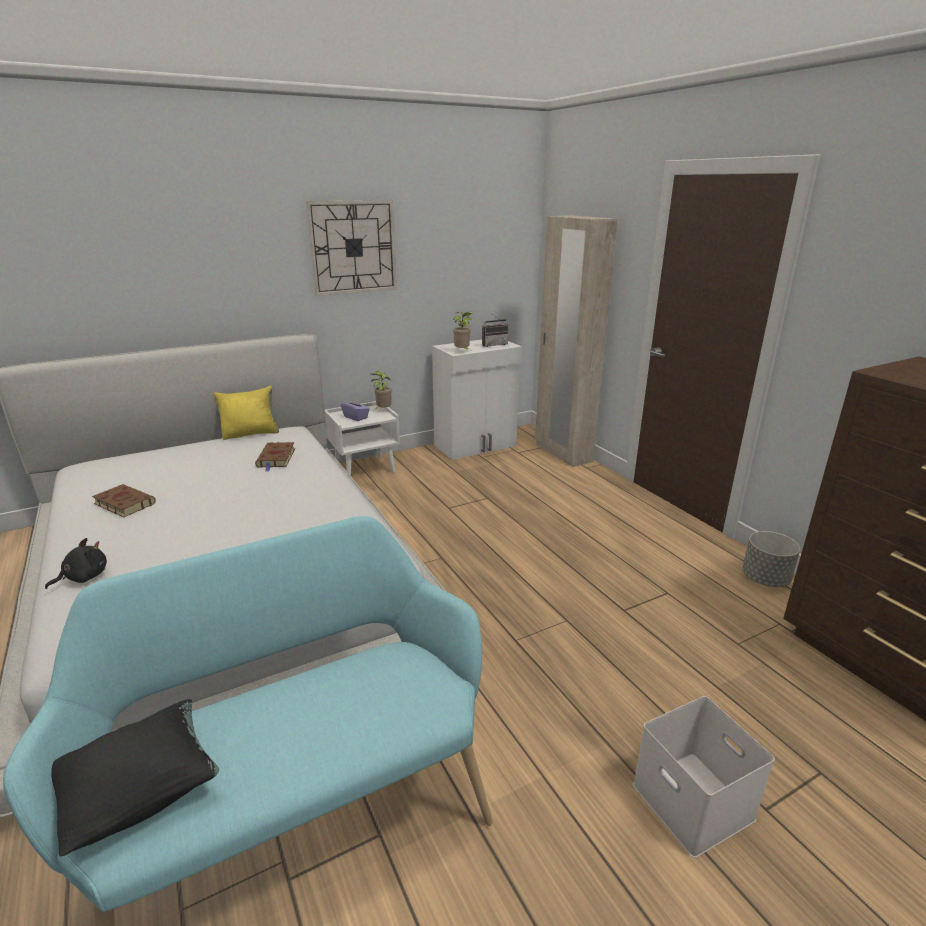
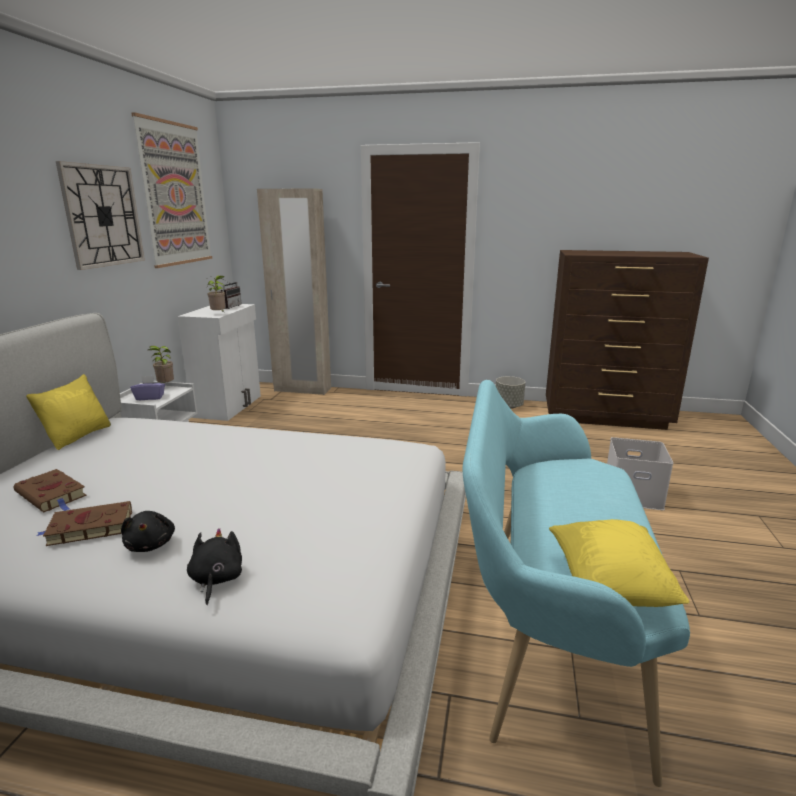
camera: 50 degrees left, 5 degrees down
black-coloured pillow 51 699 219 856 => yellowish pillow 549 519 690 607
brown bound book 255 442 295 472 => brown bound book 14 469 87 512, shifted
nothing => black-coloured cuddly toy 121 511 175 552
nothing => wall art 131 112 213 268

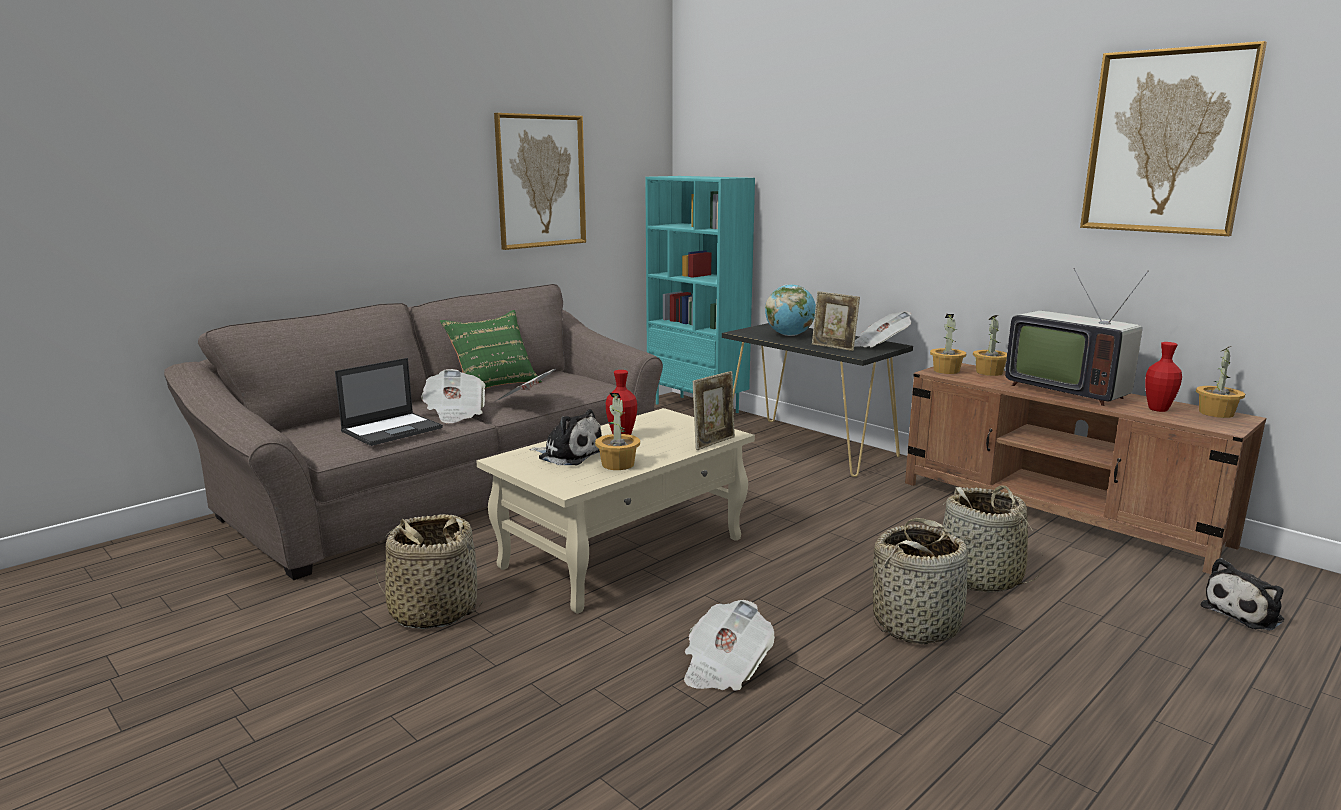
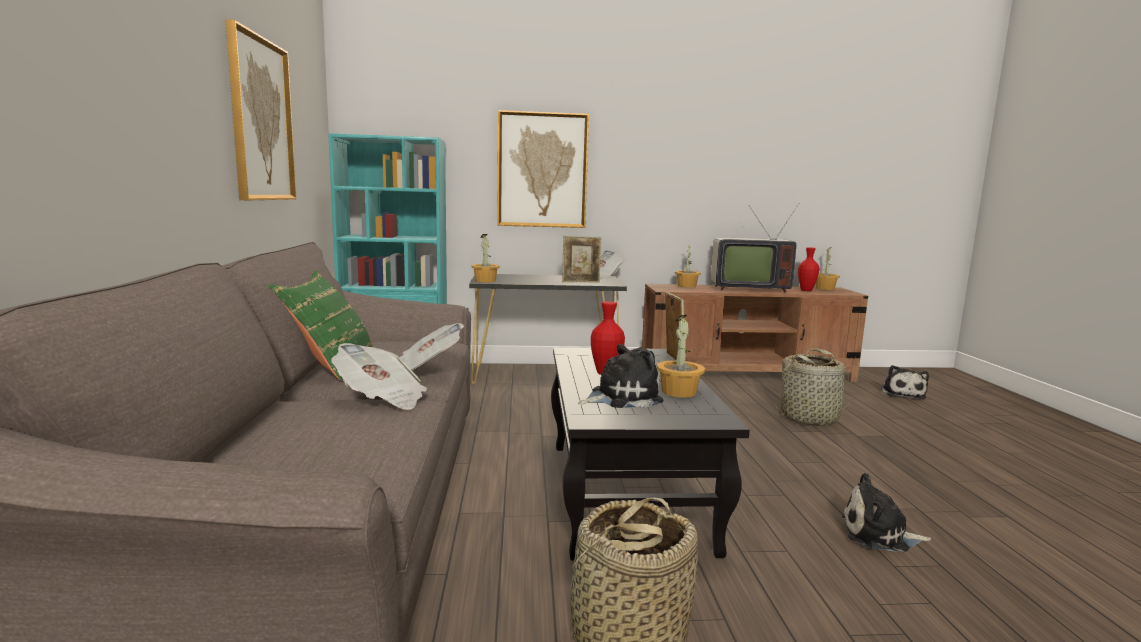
camera: 50 degrees left, 5 degrees down
notebook computer 335 358 443 446 => nothing
beige lounge table 476 408 755 614 => black-coloured lounge table 551 348 750 561
newspaper 684 600 775 691 => cuddly toy 842 473 931 552
globe 765 284 816 336 => nothing
storage basket 873 518 972 644 => nothing
houseplant 930 314 966 374 => houseplant 471 234 500 282, shifted
wall art 1080 41 1267 236 => wall art 497 110 589 228, shifted

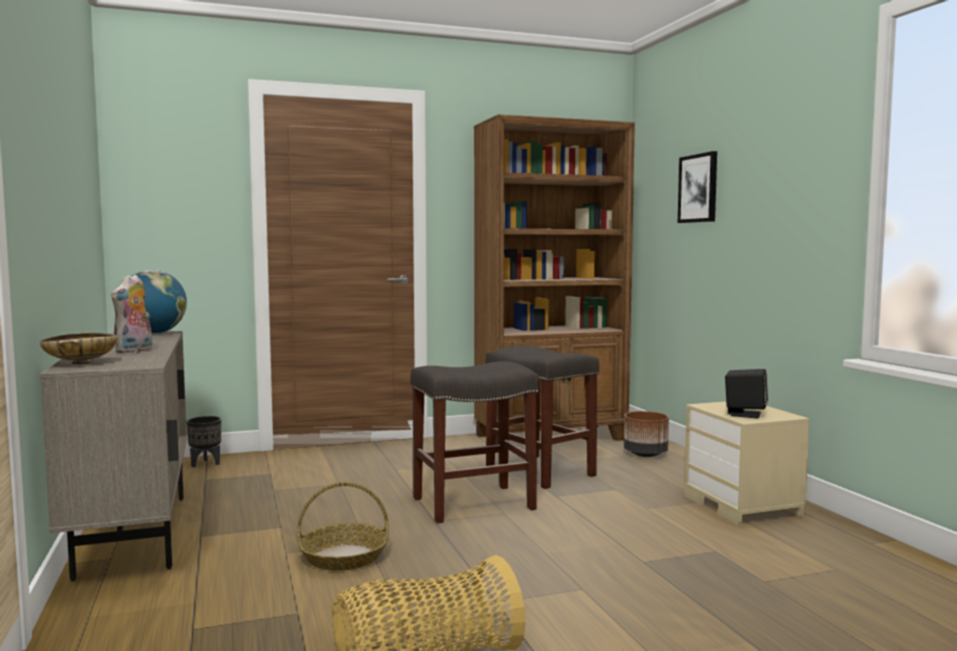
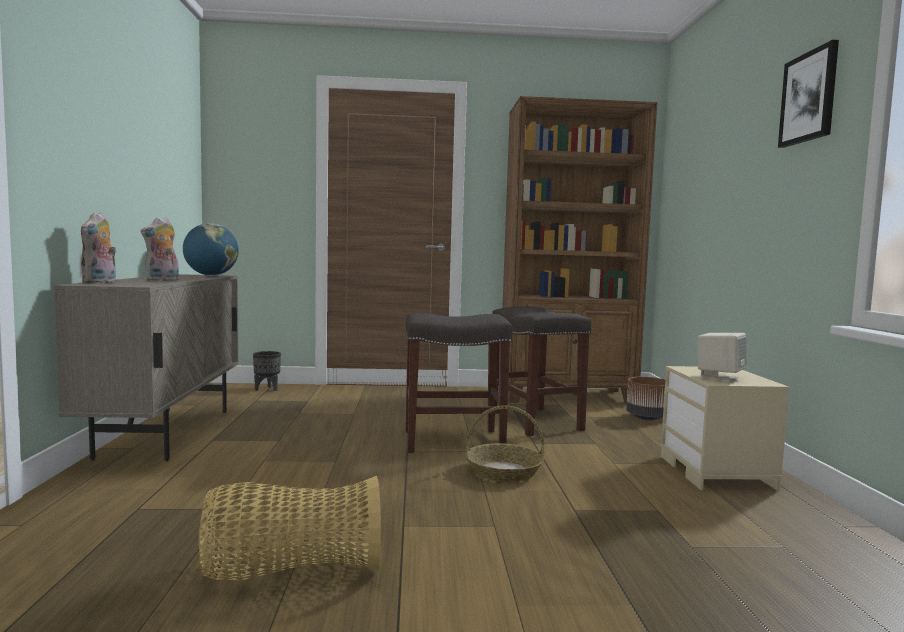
camera: 15 degrees right, 0 degrees up
beige serving bowl 40 332 117 365 => cuddly toy 81 212 116 284
storage basket 297 482 389 571 => storage basket 465 405 545 482, shifted
wall art 678 151 717 223 => wall art 778 40 839 148, shifted
black-coloured speaker 725 369 768 419 => beige speaker 697 333 747 382

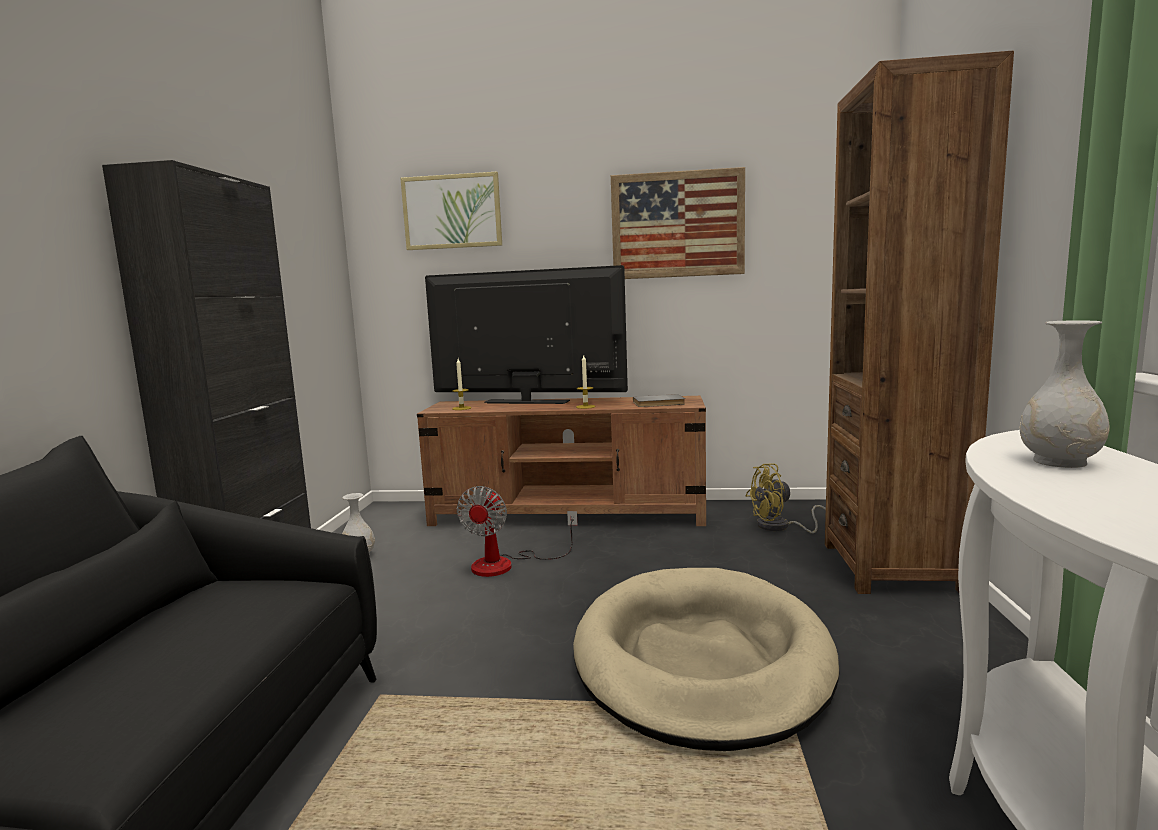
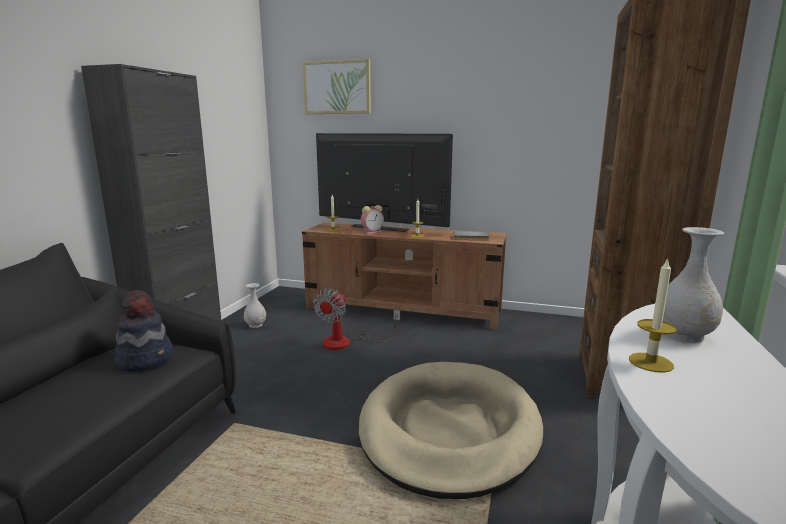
camera: 10 degrees right, 5 degrees up
wall art 611 167 745 279 => nothing
yellowish electric fan 746 463 826 533 => nothing
nothing => hat 115 290 173 372
nothing => table clock 361 205 384 234
nothing => wax candle 629 257 677 373

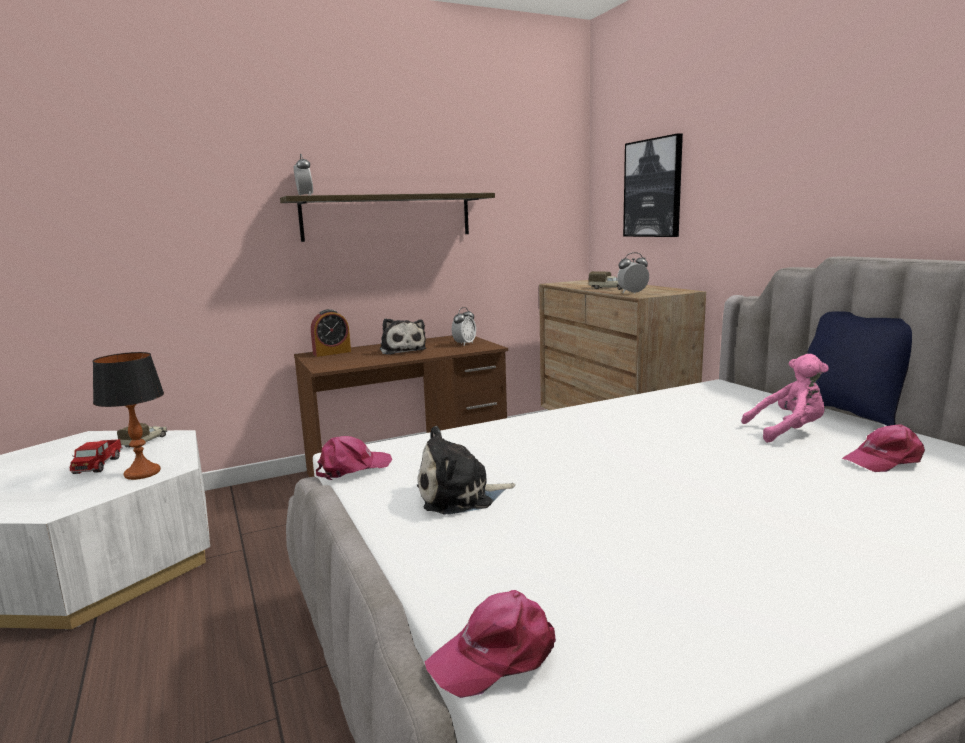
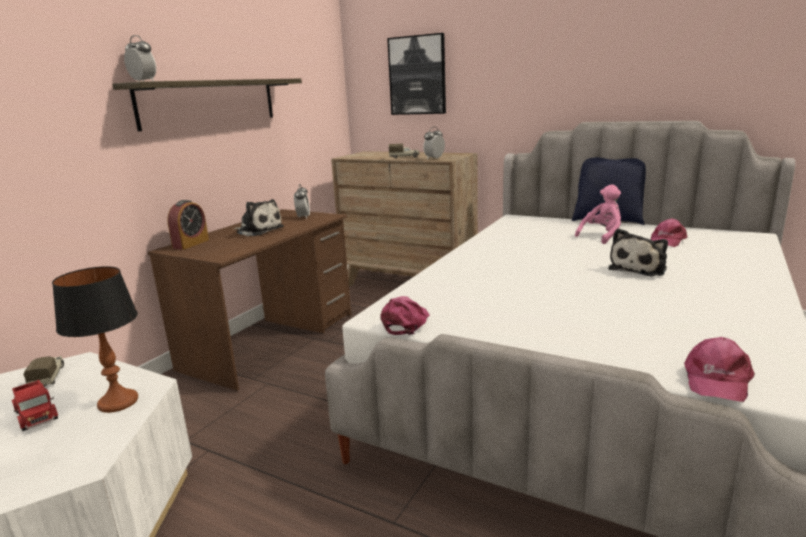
camera: 35 degrees left, 5 degrees up
cuddly toy 417 426 515 514 => cuddly toy 608 228 668 276, shifted

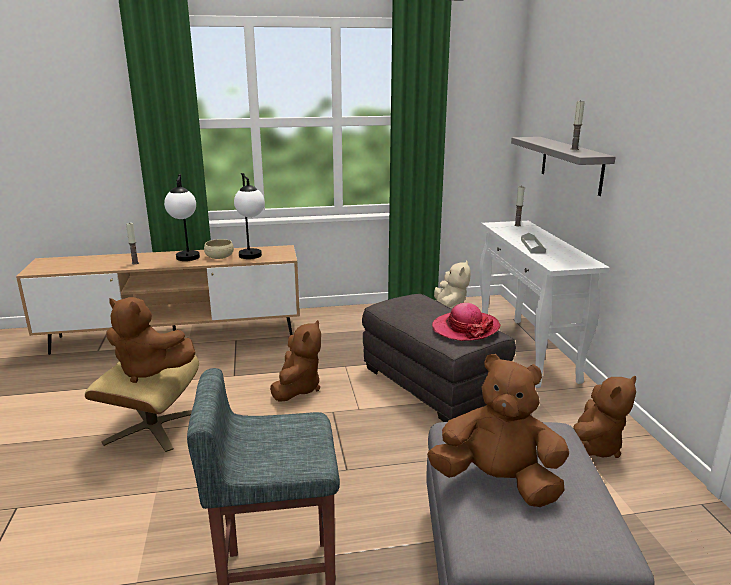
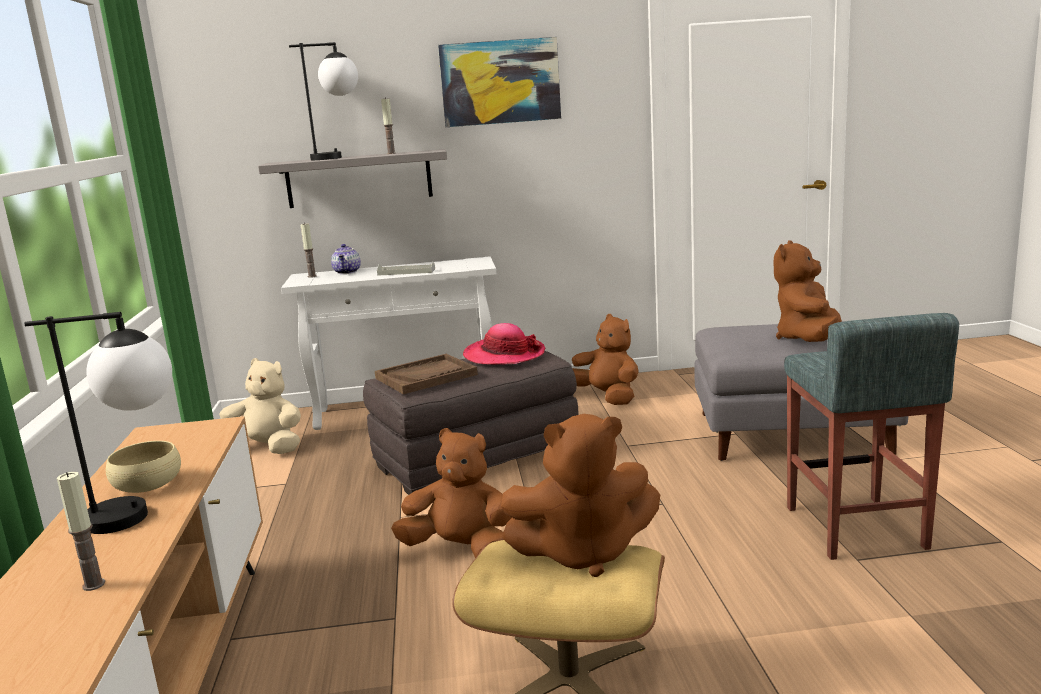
camera: 85 degrees left, 5 degrees down
brown cuddly toy 106 297 196 383 => brown cuddly toy 501 414 660 577, 60 degrees clockwise
table lamp 234 173 265 259 => table lamp 289 42 358 160, shifted
nothing => pot for tea 331 244 361 274
nothing => brown tray 375 354 478 394
nothing => wall art 438 37 561 127

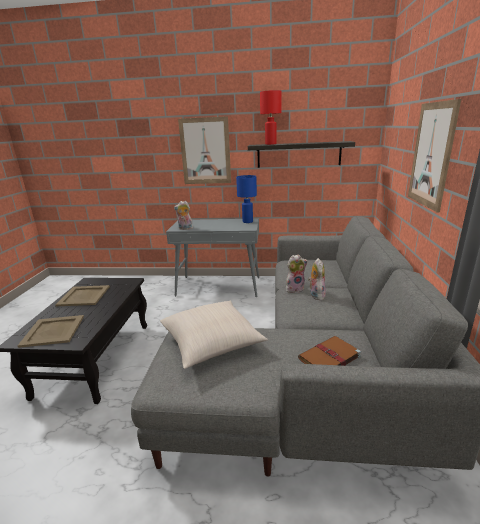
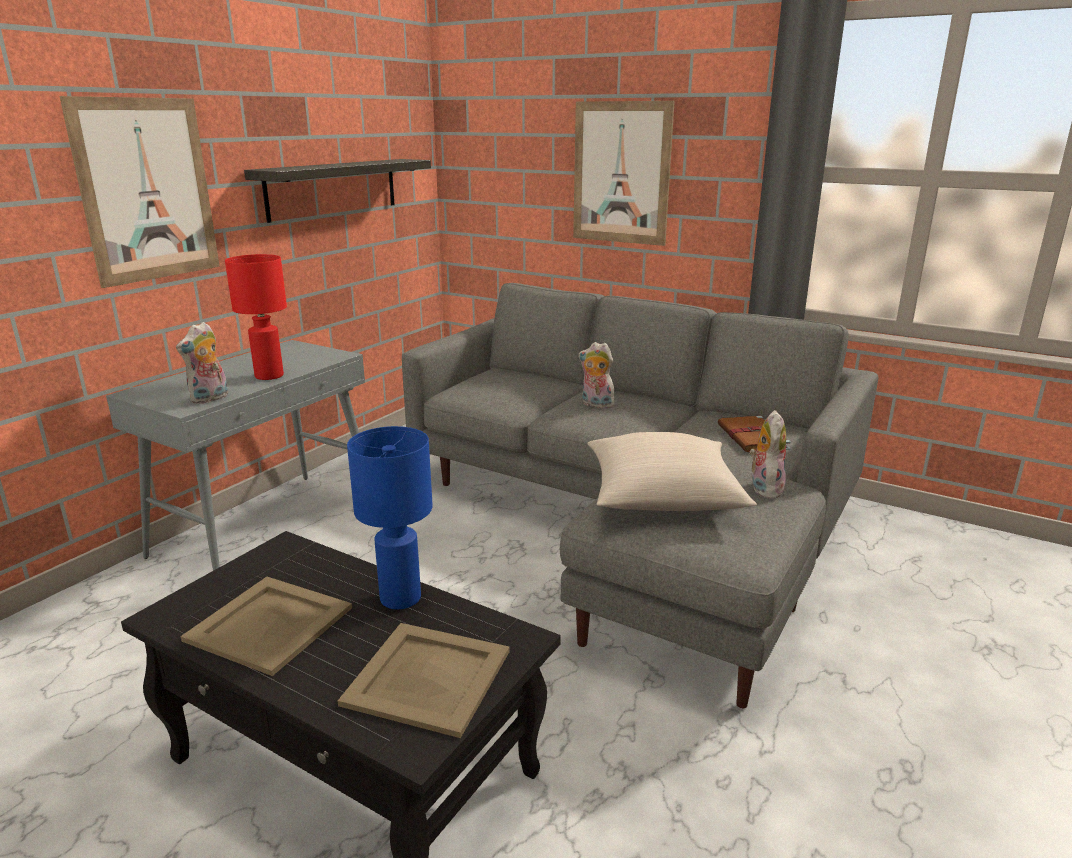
camera: 65 degrees left, 0 degrees up
bluish table lamp 236 175 257 223 => bluish table lamp 347 426 433 609, shifted
reddish table lamp 260 90 282 145 => reddish table lamp 225 254 287 380, shifted
cuddly toy 286 254 308 293 => cuddly toy 749 410 786 499, shifted

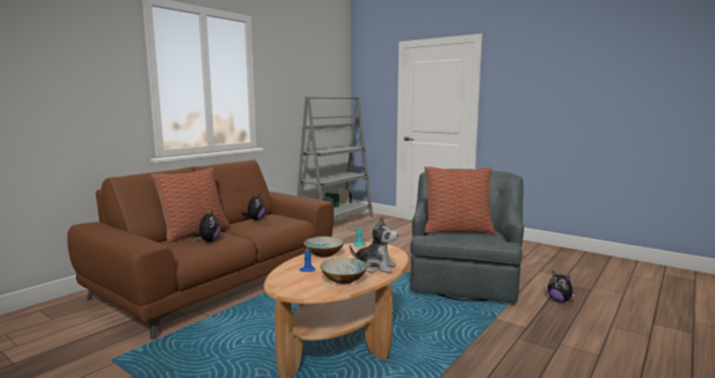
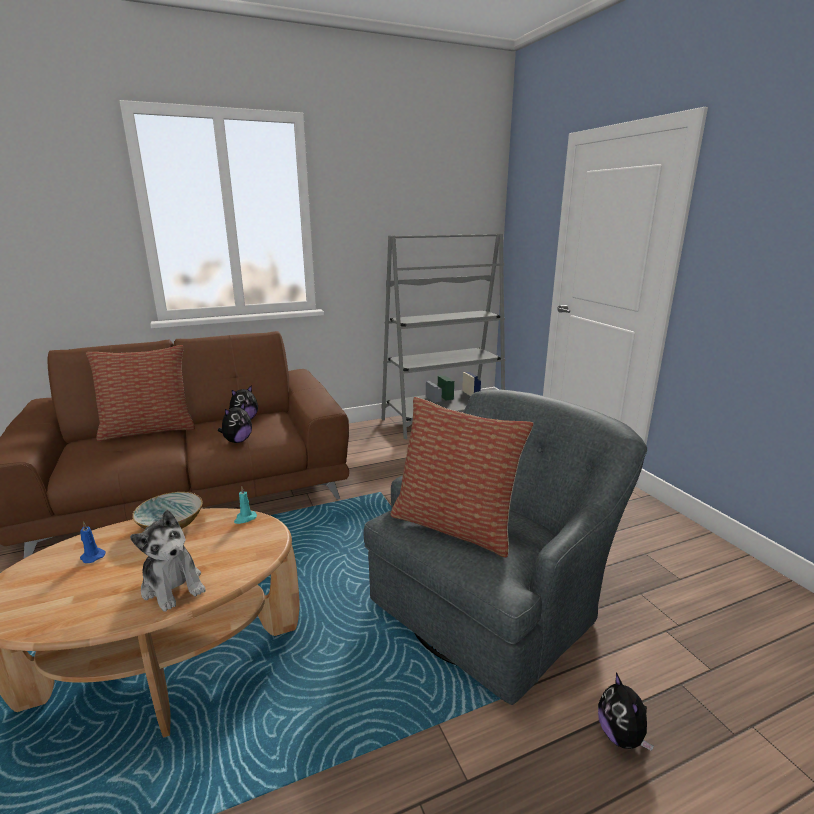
camera: 30 degrees right, 10 degrees up
cuddly toy 192 210 221 242 => cuddly toy 218 403 252 443, shifted
serving bowl 320 258 367 284 => nothing

